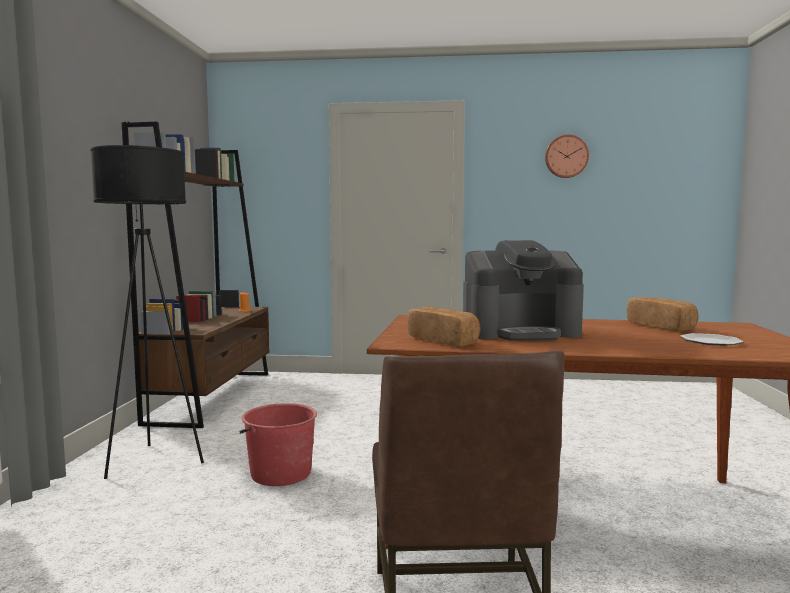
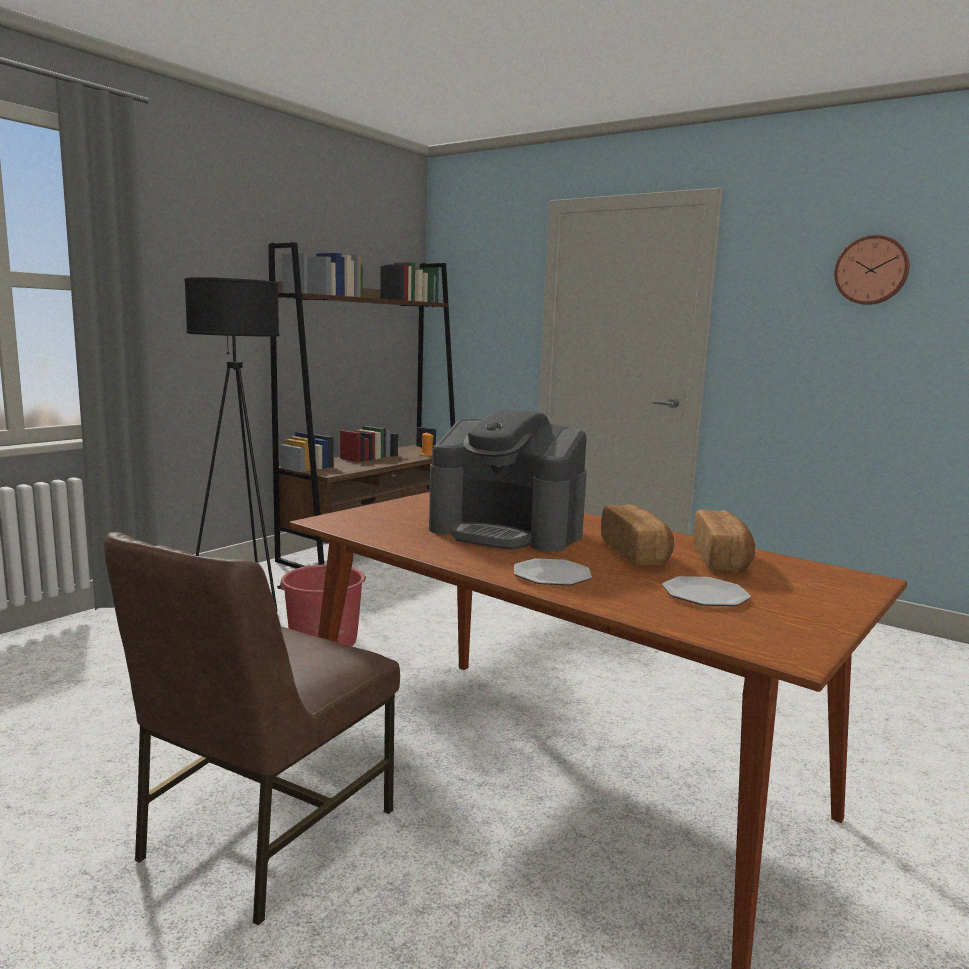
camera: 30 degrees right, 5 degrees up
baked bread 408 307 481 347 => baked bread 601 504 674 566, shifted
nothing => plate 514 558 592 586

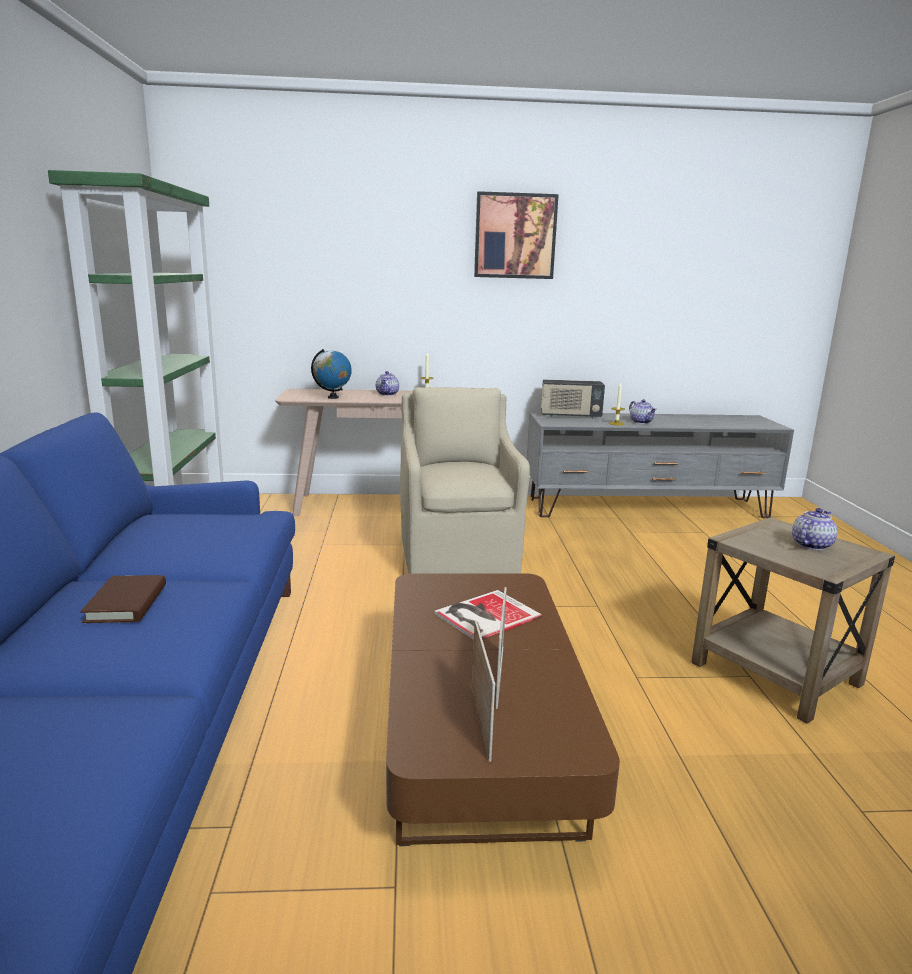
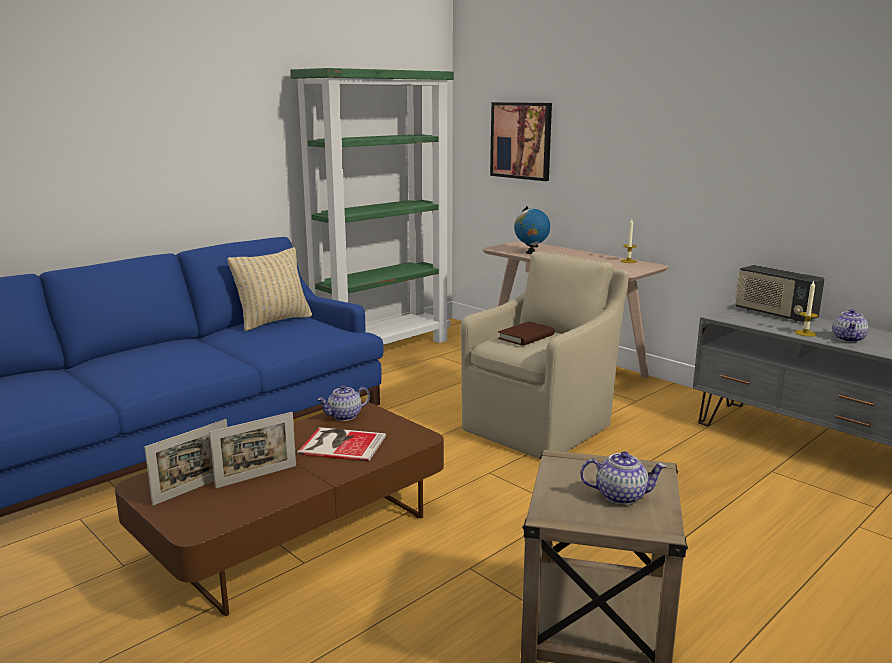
camera: 50 degrees right, 0 degrees up
brown bound book 80 575 166 623 => brown bound book 498 321 554 346, shifted
pot for tea 376 371 399 396 => pot for tea 317 385 370 421, shifted
wall art 474 191 559 279 => wall art 490 102 552 181, shifted
nothing => beige pillow 227 247 312 331

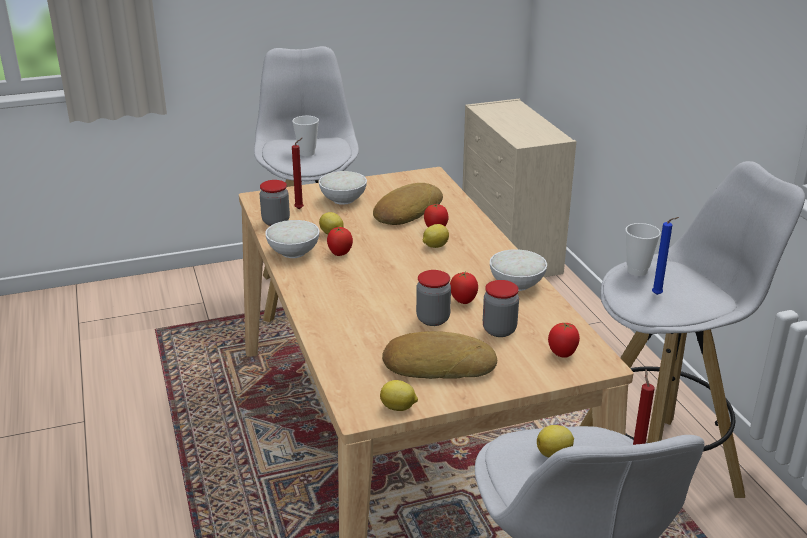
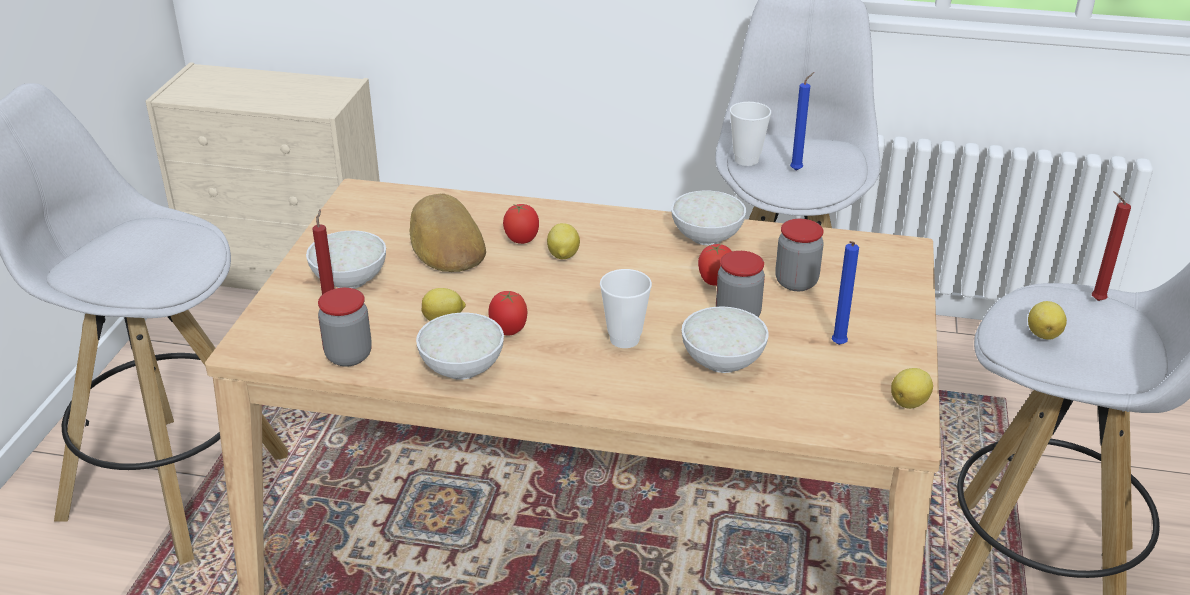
camera: 60 degrees left, 5 degrees up
drinking cup 292 116 319 156 => drinking cup 600 269 652 348, shifted
baked bread 382 331 497 379 => bluish wax candle 832 241 859 345
whole tomato 548 322 580 358 => nothing
nothing => white-coloured serving bowl 682 306 769 373

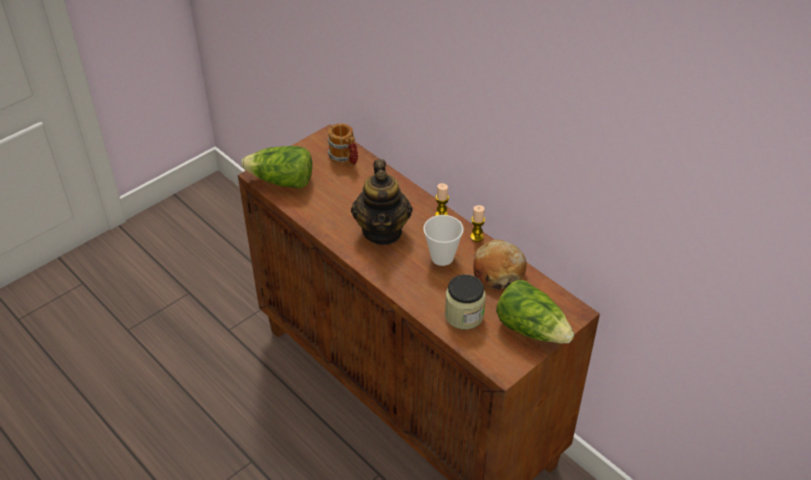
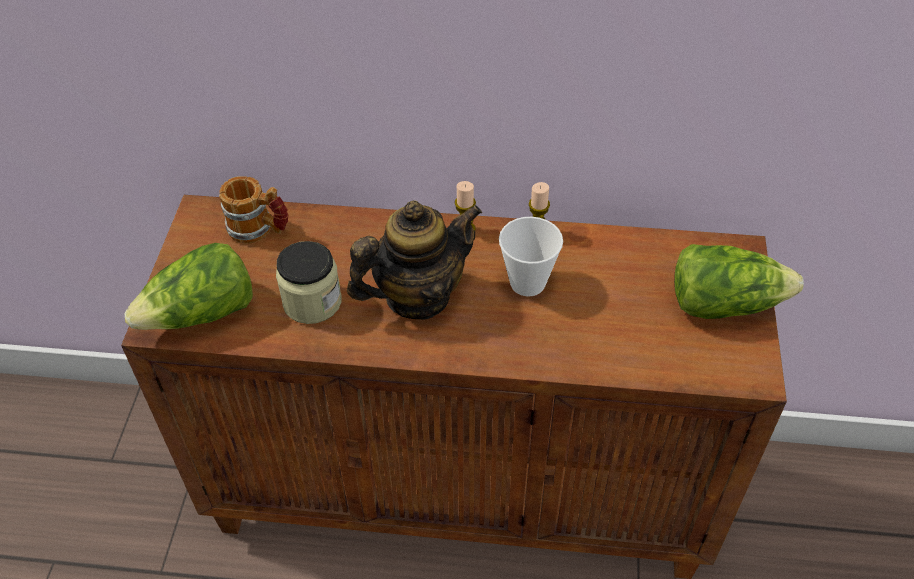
camera: 40 degrees left, 5 degrees up
pot for tea 351 159 413 245 => pot for tea 347 200 482 319, 75 degrees counterclockwise
jar 445 275 486 329 => jar 276 241 342 324, shifted
baked bread 473 239 527 290 => nothing

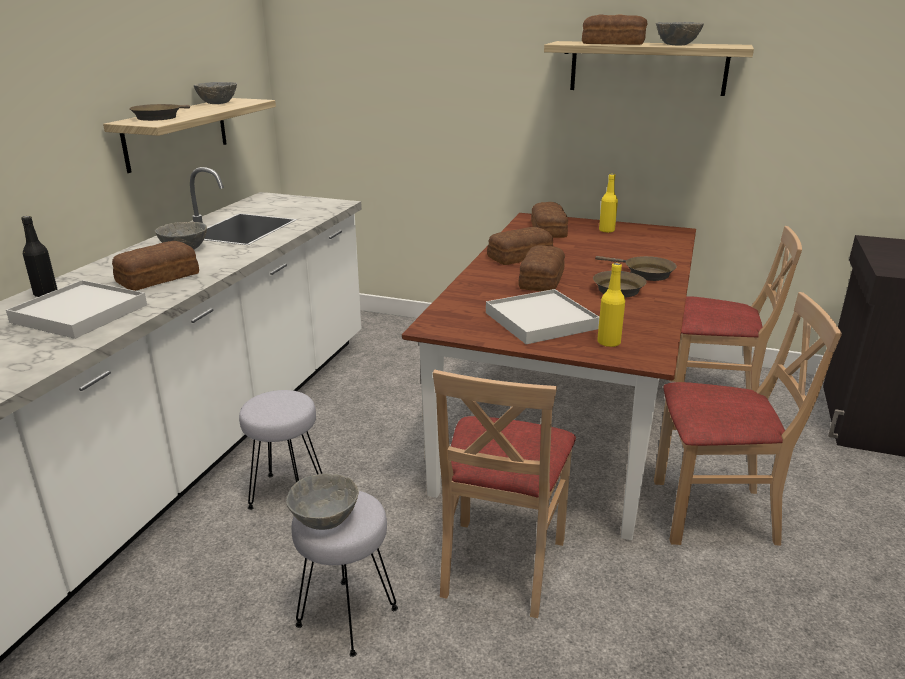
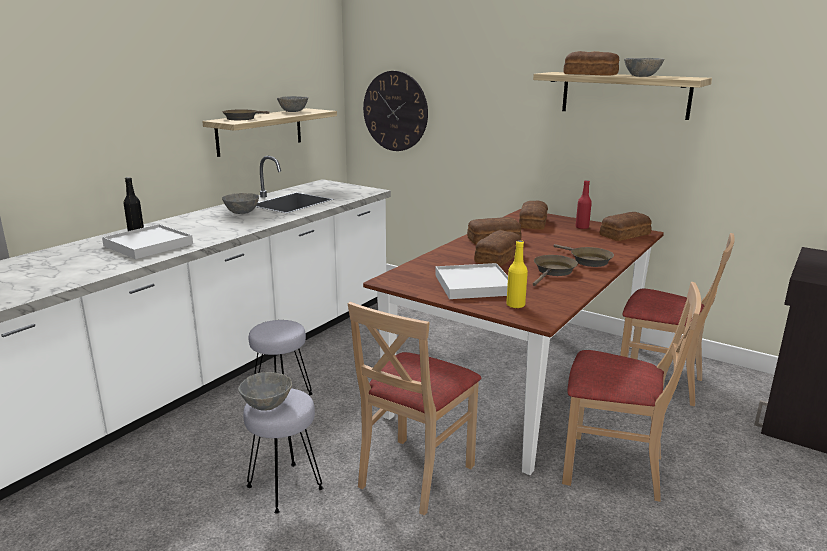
camera: 15 degrees right, 5 degrees down
baked bread 112 241 199 291 => baked bread 600 212 652 241, shifted
yellowish drink bottle 599 174 618 233 => reddish drink bottle 576 180 592 229
nothing => wall clock 363 71 428 151

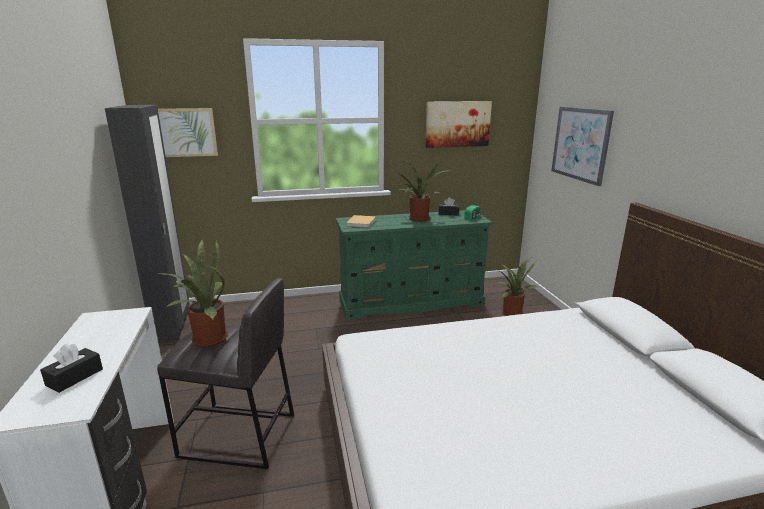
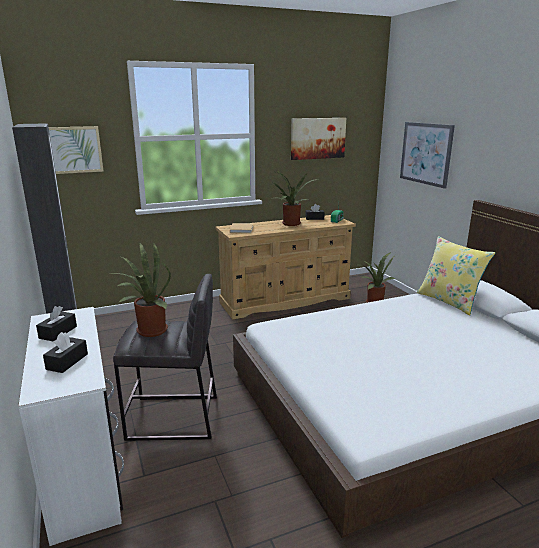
camera: 10 degrees left, 0 degrees up
greenish drawer chest 336 210 493 320 => beige drawer chest 215 215 356 320
nothing => black-coloured tissue holder 36 306 77 341
nothing => yellowish pillow 417 236 495 315

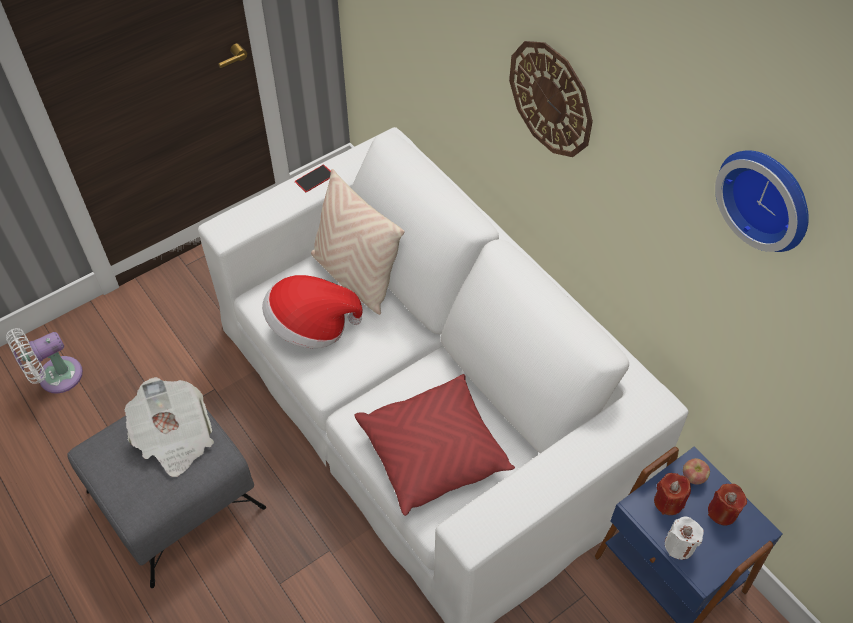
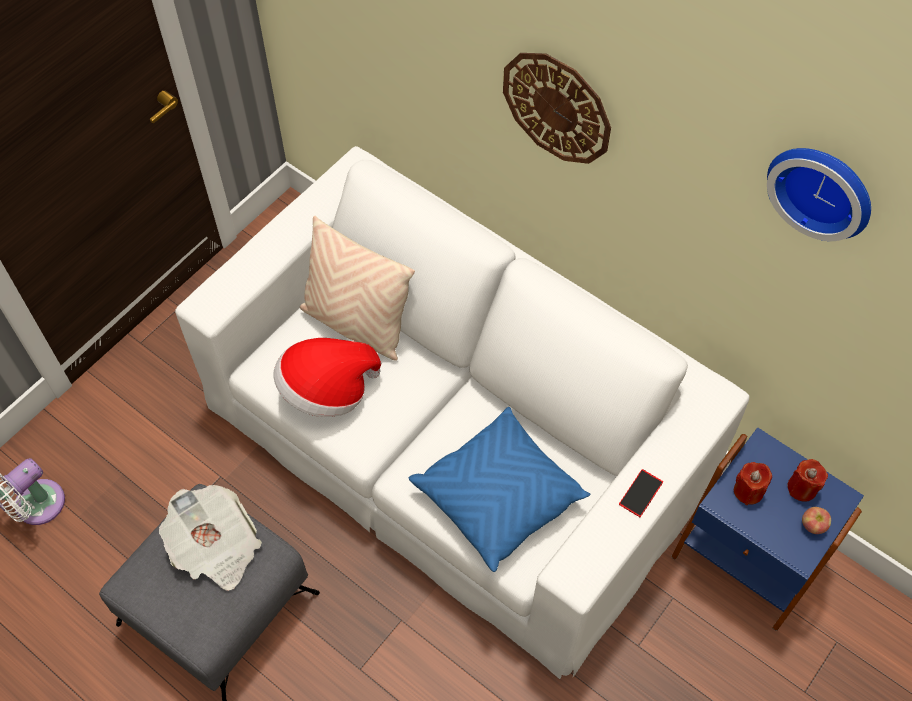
camera: 15 degrees left, 5 degrees up
phone 295 165 331 192 => phone 619 469 663 517, shifted
reddish pillow 354 374 515 516 => bluish pillow 409 407 590 572
white-coloured wax candle 665 516 704 560 => nothing
apple 683 458 710 484 => apple 802 507 831 534, shifted

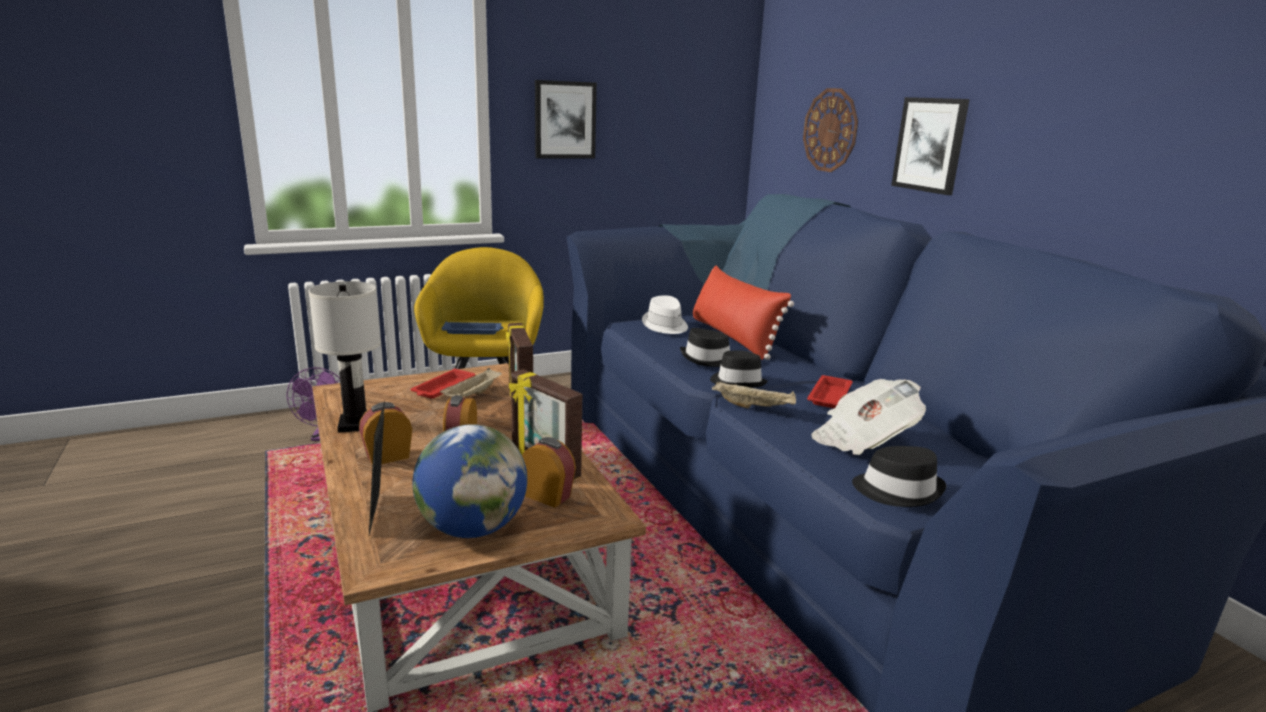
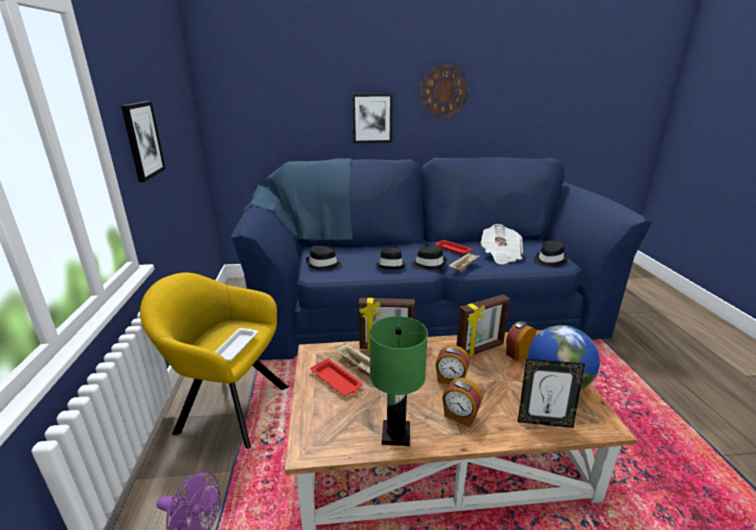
camera: 70 degrees left, 5 degrees up
white-coloured table lamp 308 281 381 433 => greenish table lamp 369 316 428 446
table clock 359 402 412 465 => table clock 442 377 483 427, 45 degrees counterclockwise
bluish tray 441 321 503 334 => white-coloured tray 215 328 258 361
white-coloured hat 642 295 688 334 => black-coloured hat 306 245 342 270
reddish pillow 693 266 794 360 => nothing
wall clock 803 88 858 172 => wall clock 420 64 469 118, shifted

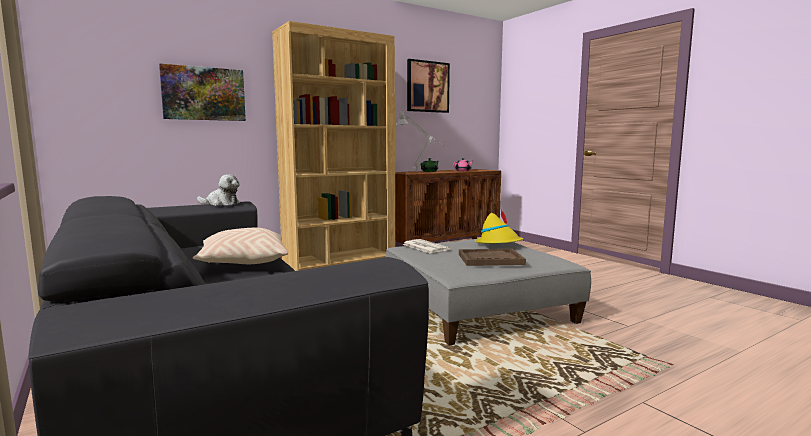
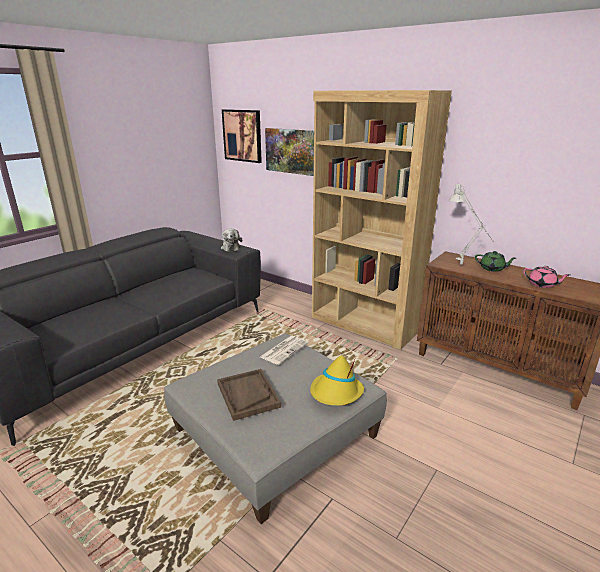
camera: 70 degrees right, 15 degrees up
beige pillow 193 228 288 264 => nothing
wall art 407 59 450 113 => wall art 222 109 262 163, shifted

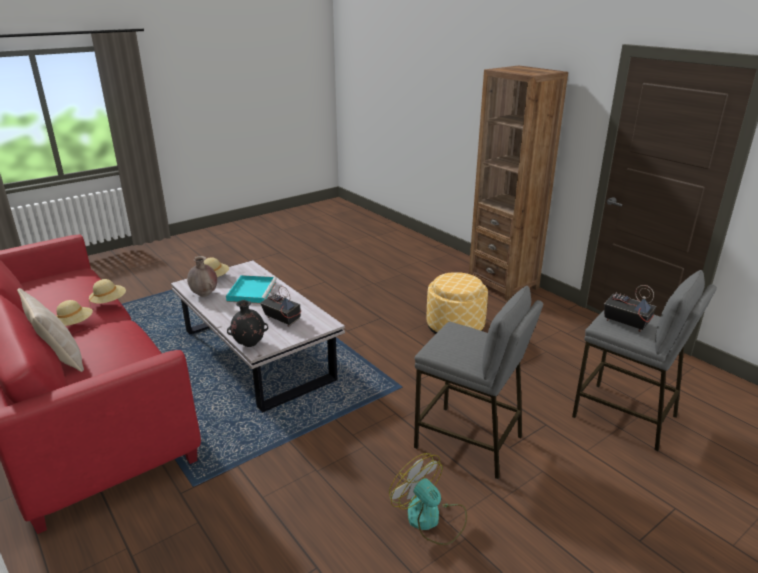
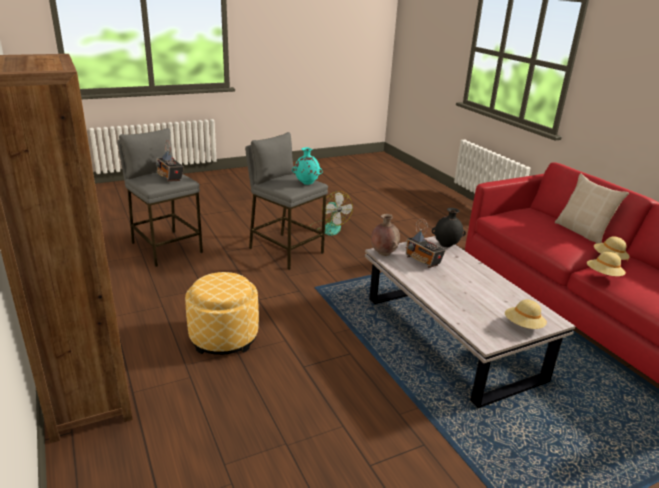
camera: 170 degrees left, 0 degrees up
brown vase 187 256 217 297 => brown vase 371 214 400 256, shifted
turquoise-coloured tray 226 275 277 304 => nothing
nothing => turquoise-coloured vase 292 147 323 185

